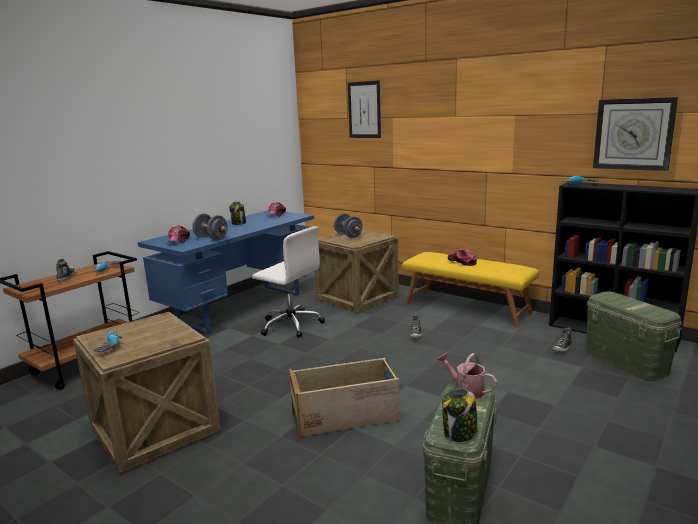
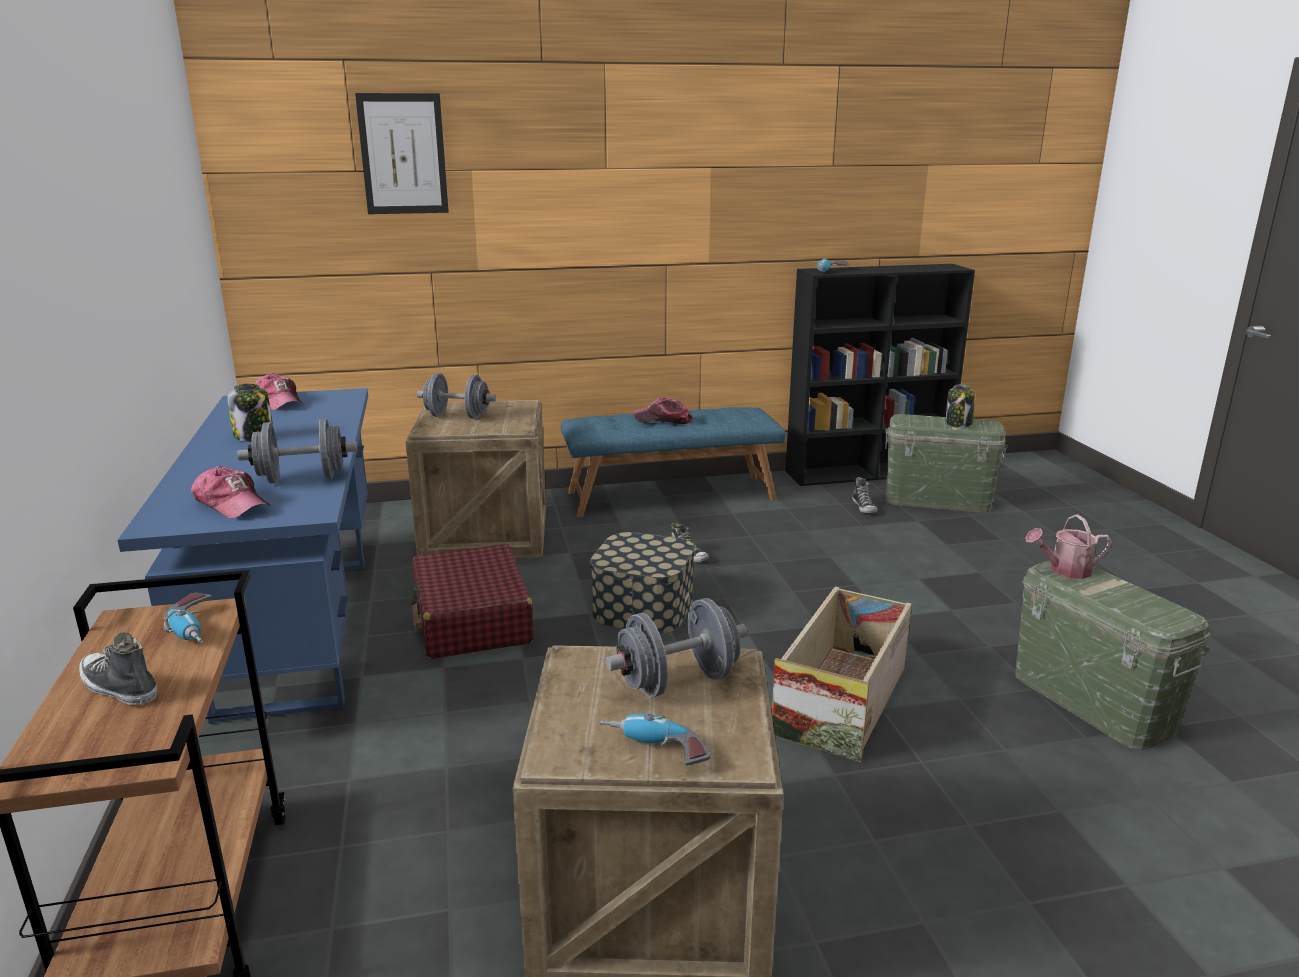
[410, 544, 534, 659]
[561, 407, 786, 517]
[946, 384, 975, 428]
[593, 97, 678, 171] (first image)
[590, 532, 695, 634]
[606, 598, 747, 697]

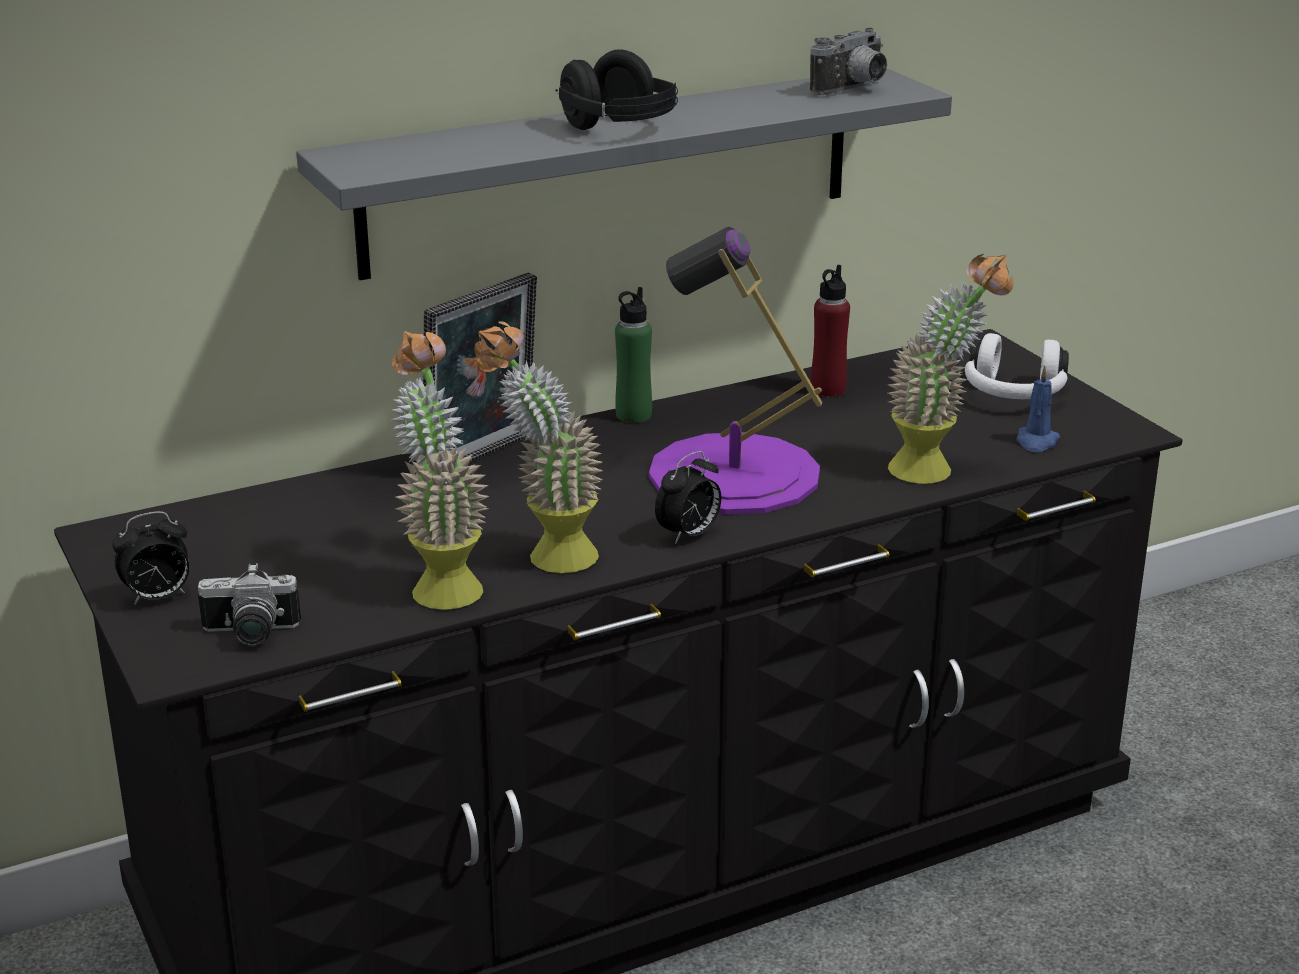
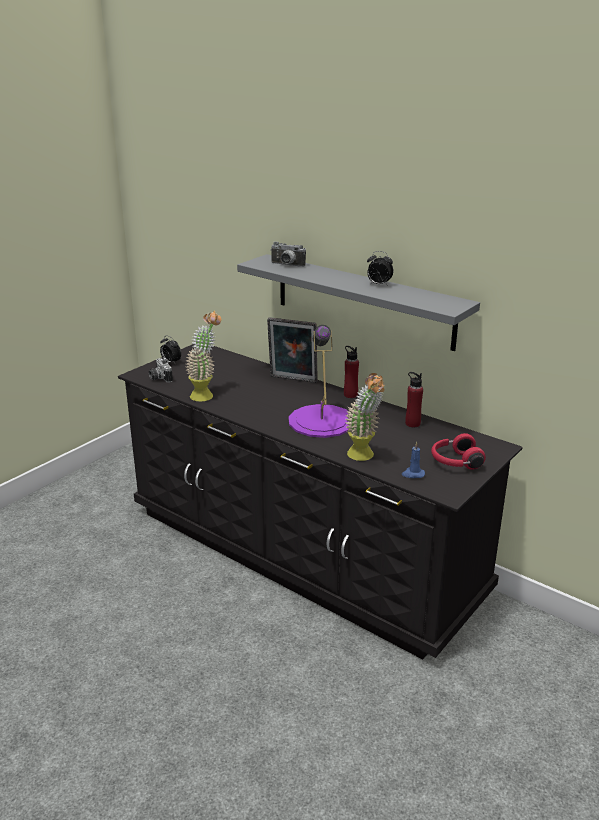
[474, 321, 603, 573] (first image)
[555, 49, 678, 130] (first image)
[344, 346, 359, 398]
[367, 251, 393, 286]
[270, 242, 306, 267]
[431, 433, 486, 470]

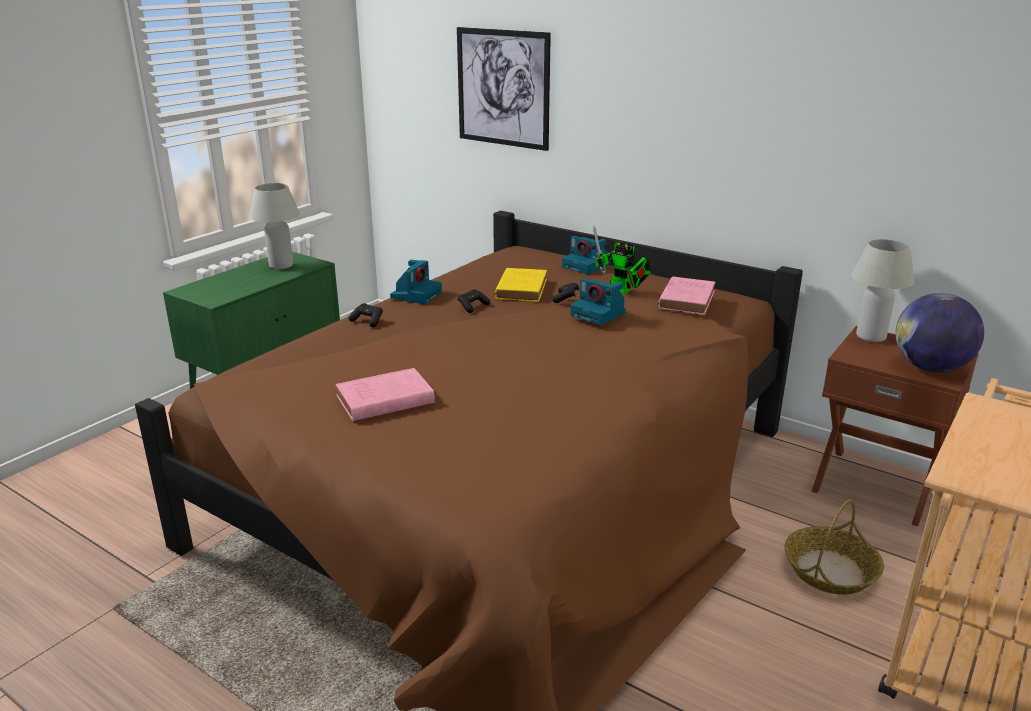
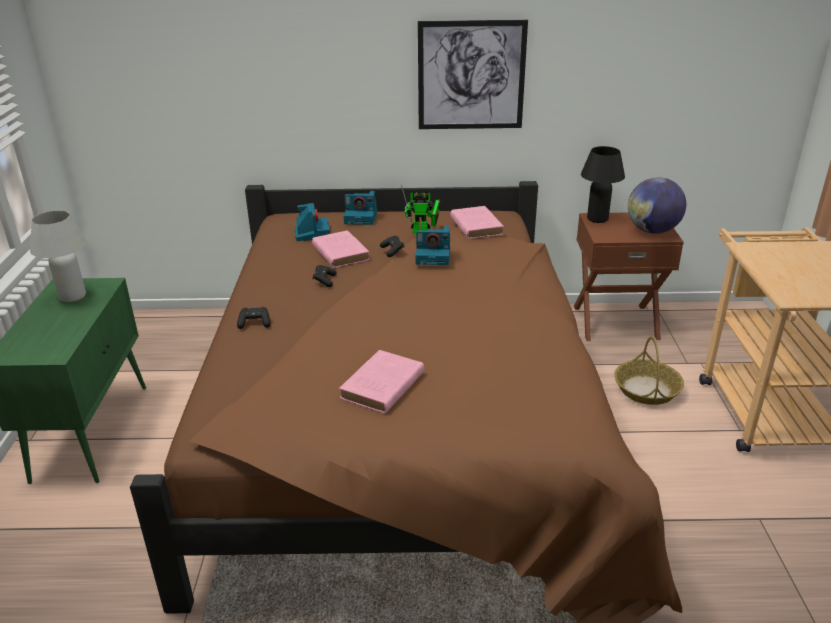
[295, 203, 330, 241]
[418, 20, 528, 129]
[312, 230, 370, 268]
[581, 146, 625, 223]

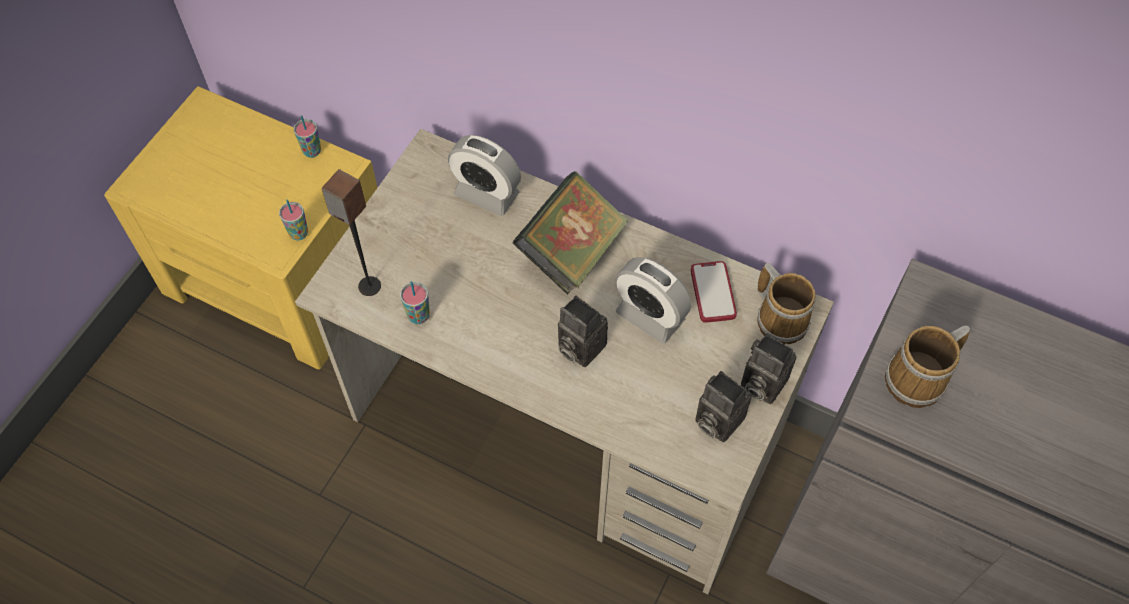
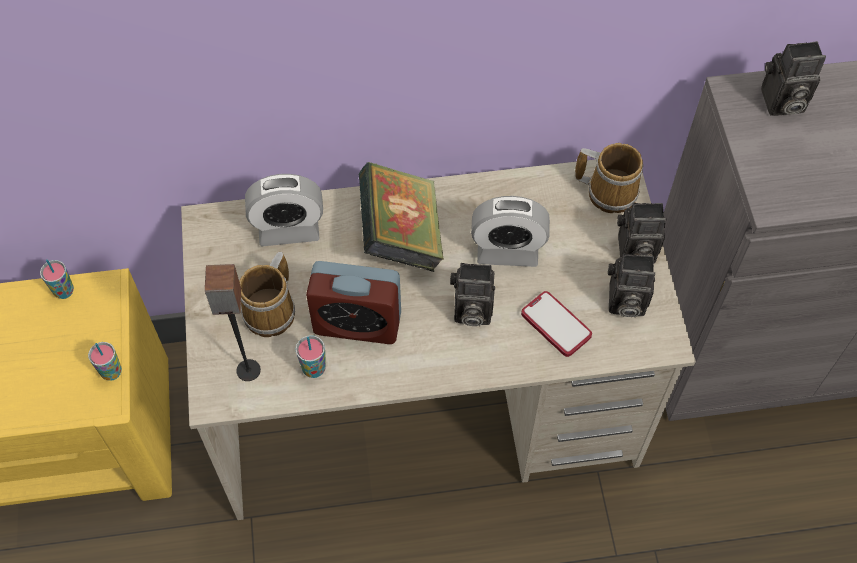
[521, 291, 592, 357]
[239, 252, 295, 337]
[306, 261, 401, 344]
[761, 41, 826, 116]

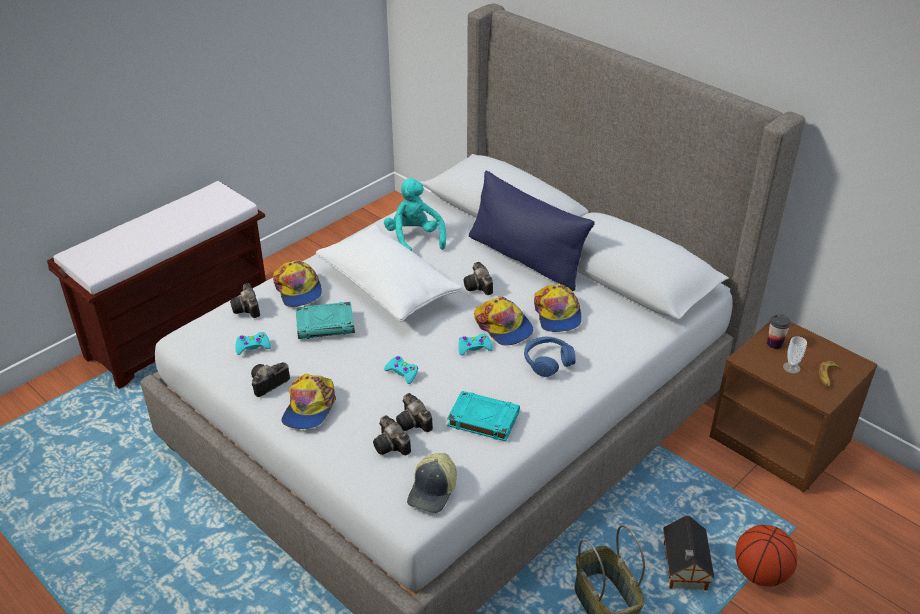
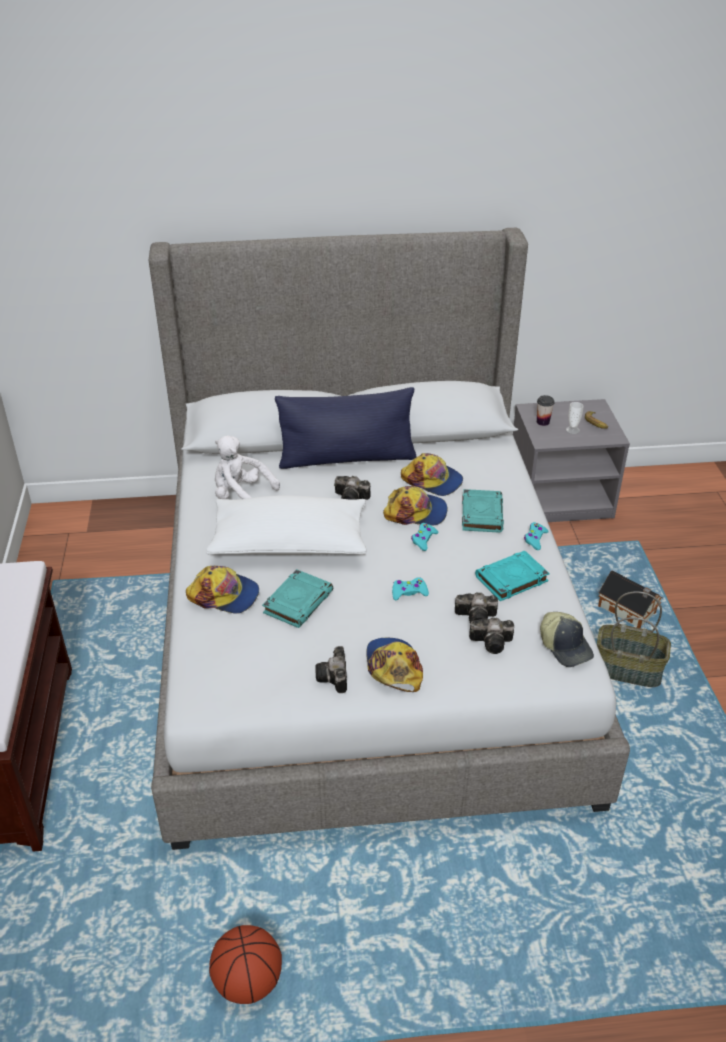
[230, 283, 260, 318] (first image)
[524, 522, 549, 550]
[366, 638, 423, 692]
[215, 436, 280, 499]
[462, 489, 504, 533]
[513, 399, 630, 522]
[209, 925, 282, 1004]

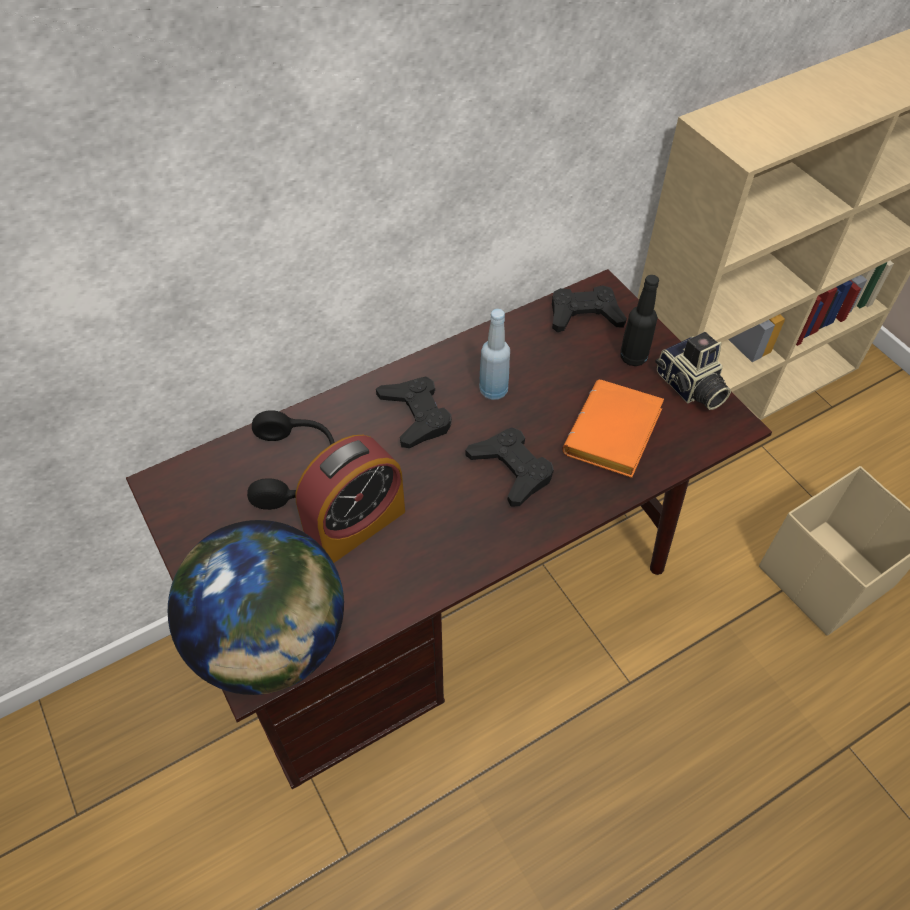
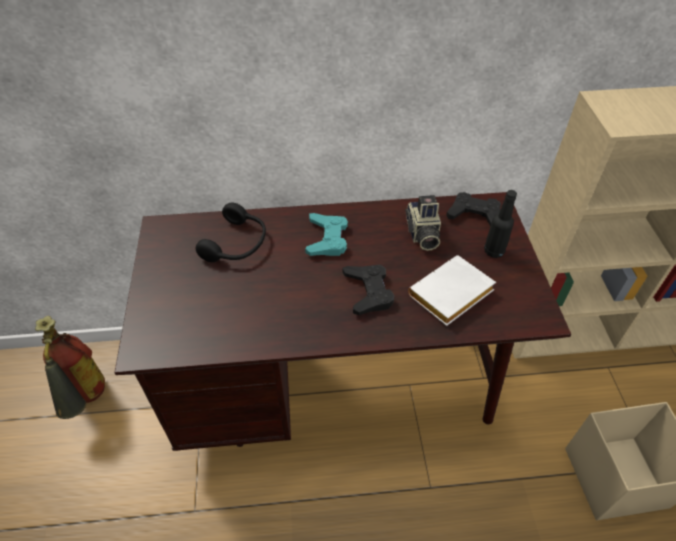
[168, 520, 344, 695] (first image)
[295, 435, 405, 563] (first image)
[305, 213, 348, 256]
[479, 309, 510, 400] (first image)
[408, 255, 496, 326]
[405, 195, 441, 251]
[35, 316, 105, 419]

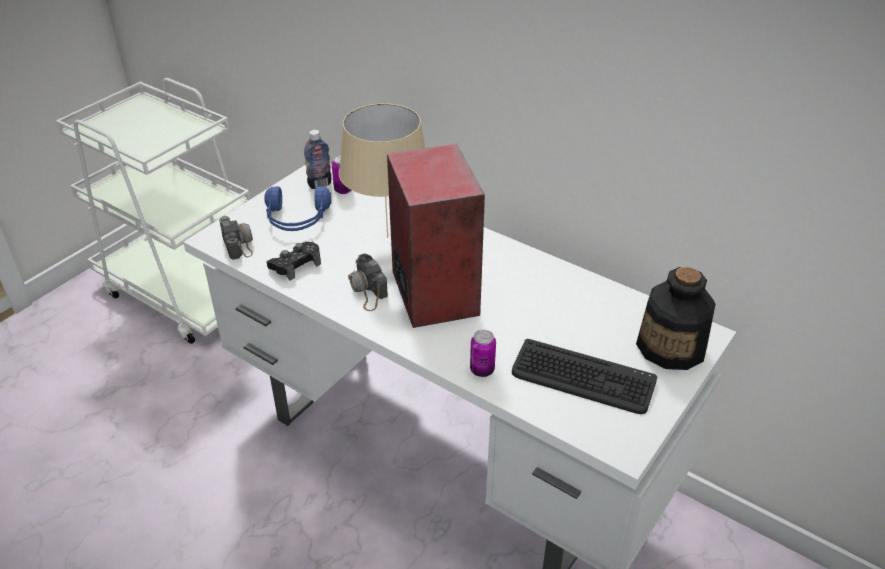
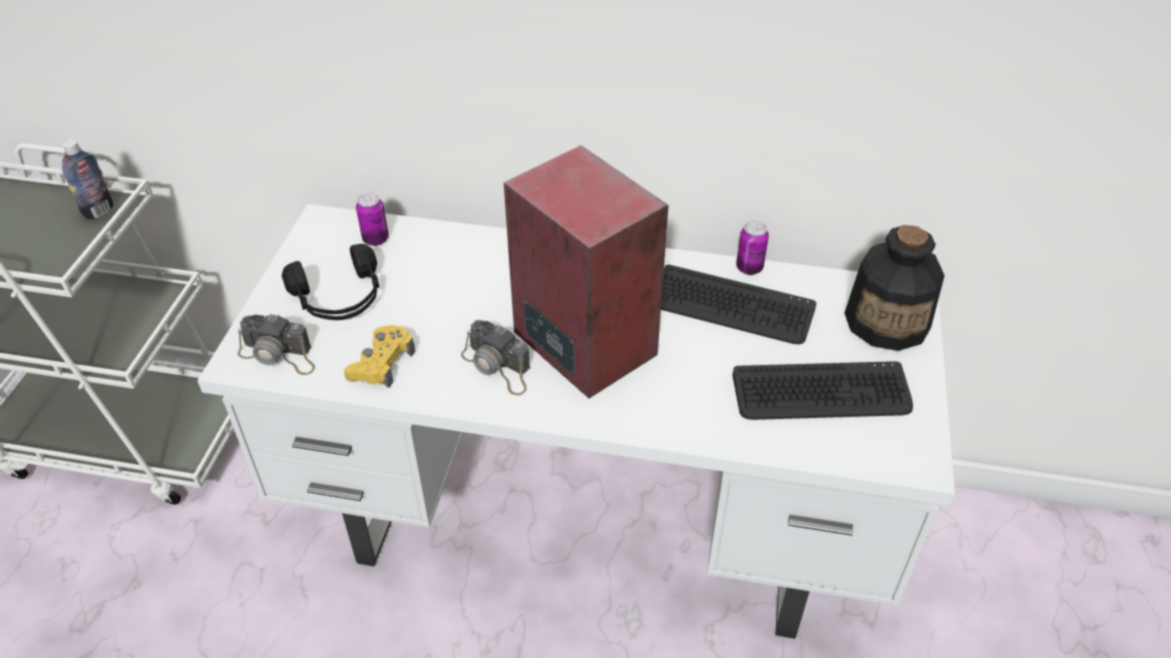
[238, 313, 315, 375]
[282, 244, 379, 320]
[344, 325, 415, 388]
[62, 140, 114, 220]
[339, 103, 425, 238] (first image)
[736, 221, 769, 275]
[661, 265, 817, 344]

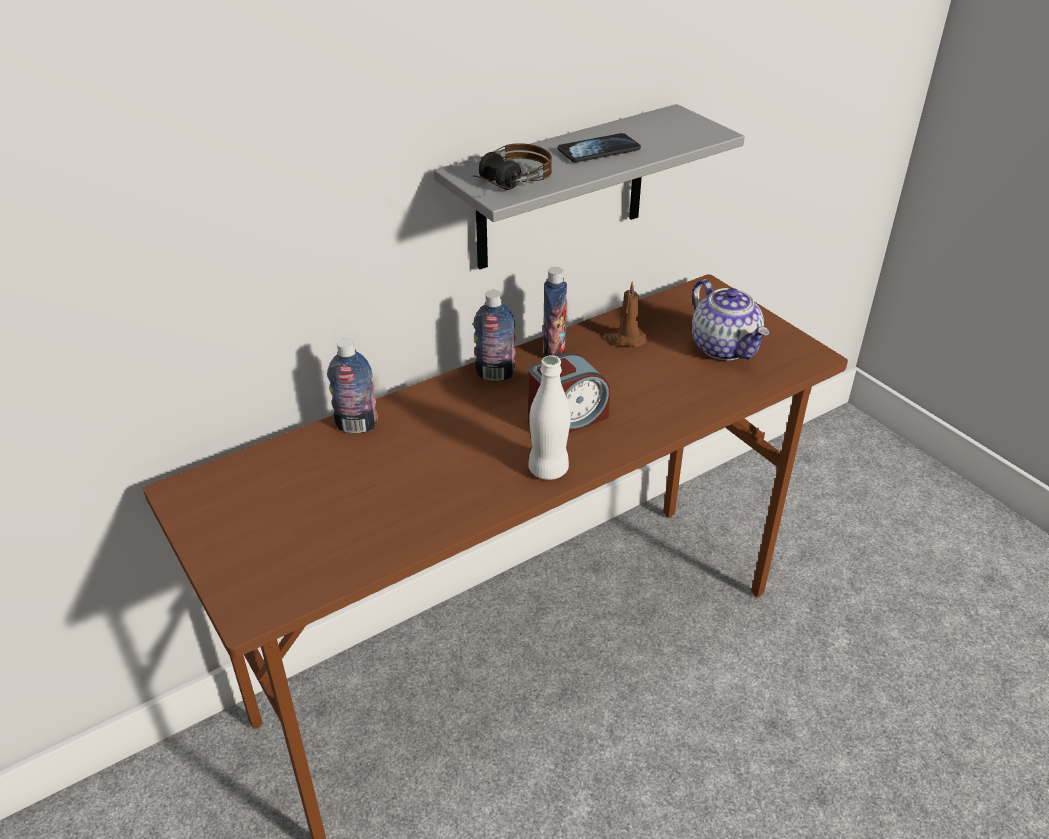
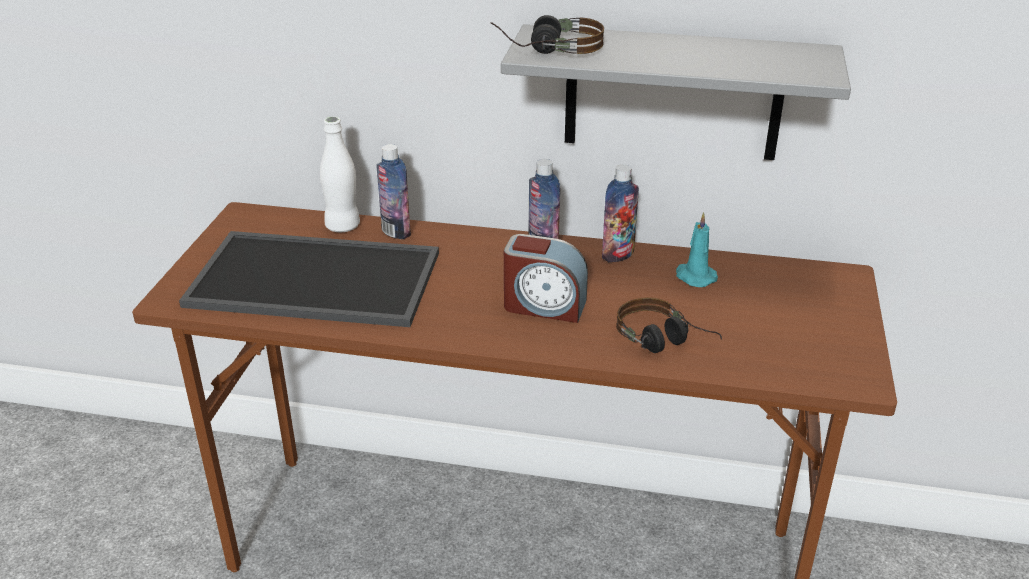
[320, 117, 360, 232]
[558, 133, 641, 162] (first image)
[676, 212, 718, 287]
[692, 279, 769, 360] (first image)
[179, 231, 439, 327]
[616, 297, 722, 353]

